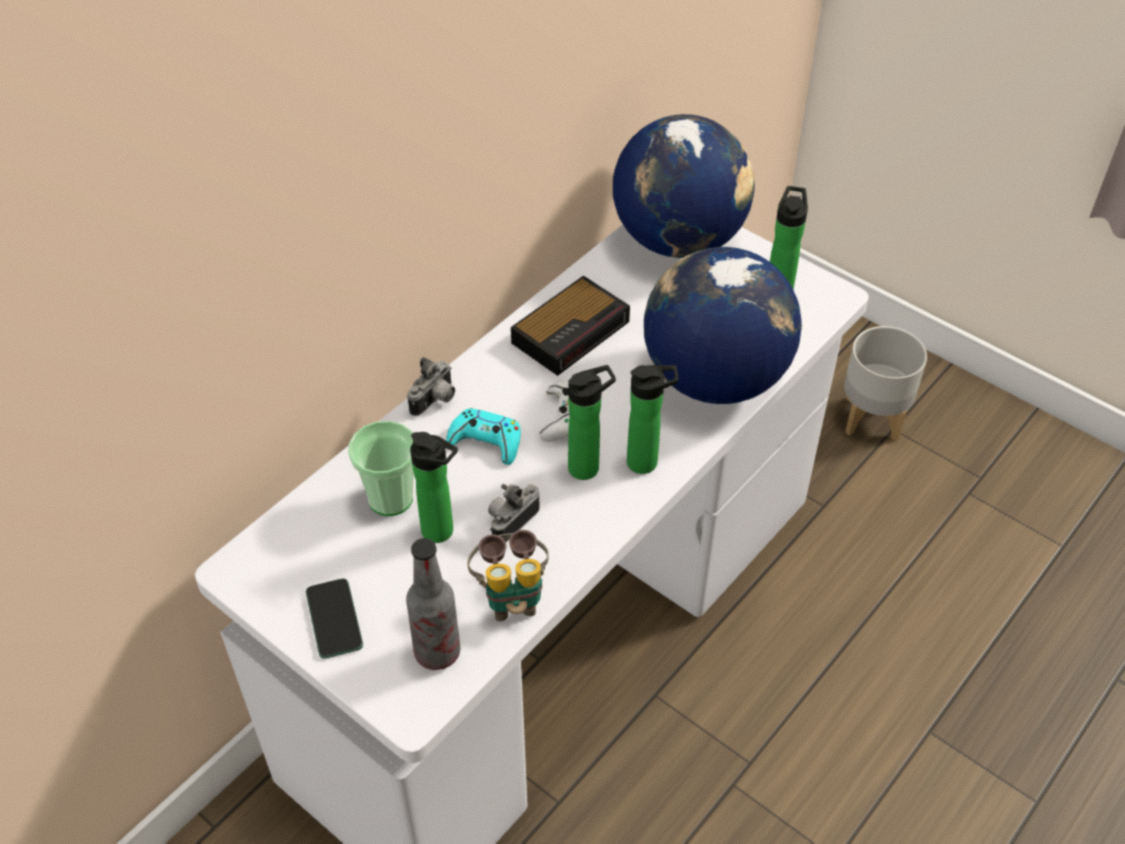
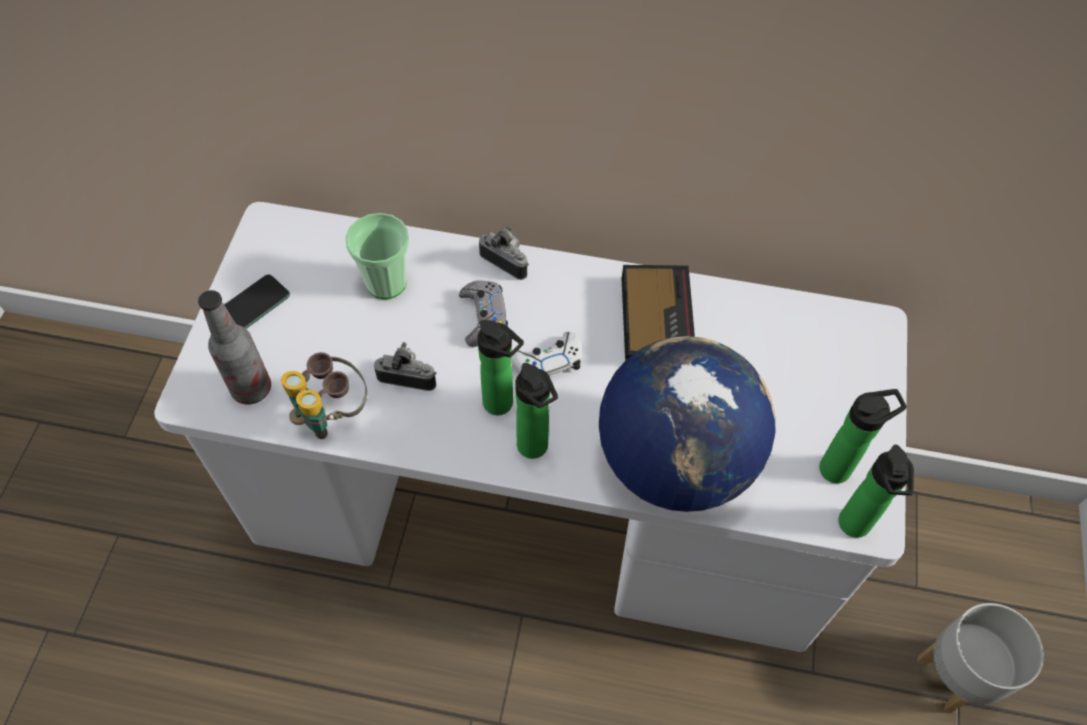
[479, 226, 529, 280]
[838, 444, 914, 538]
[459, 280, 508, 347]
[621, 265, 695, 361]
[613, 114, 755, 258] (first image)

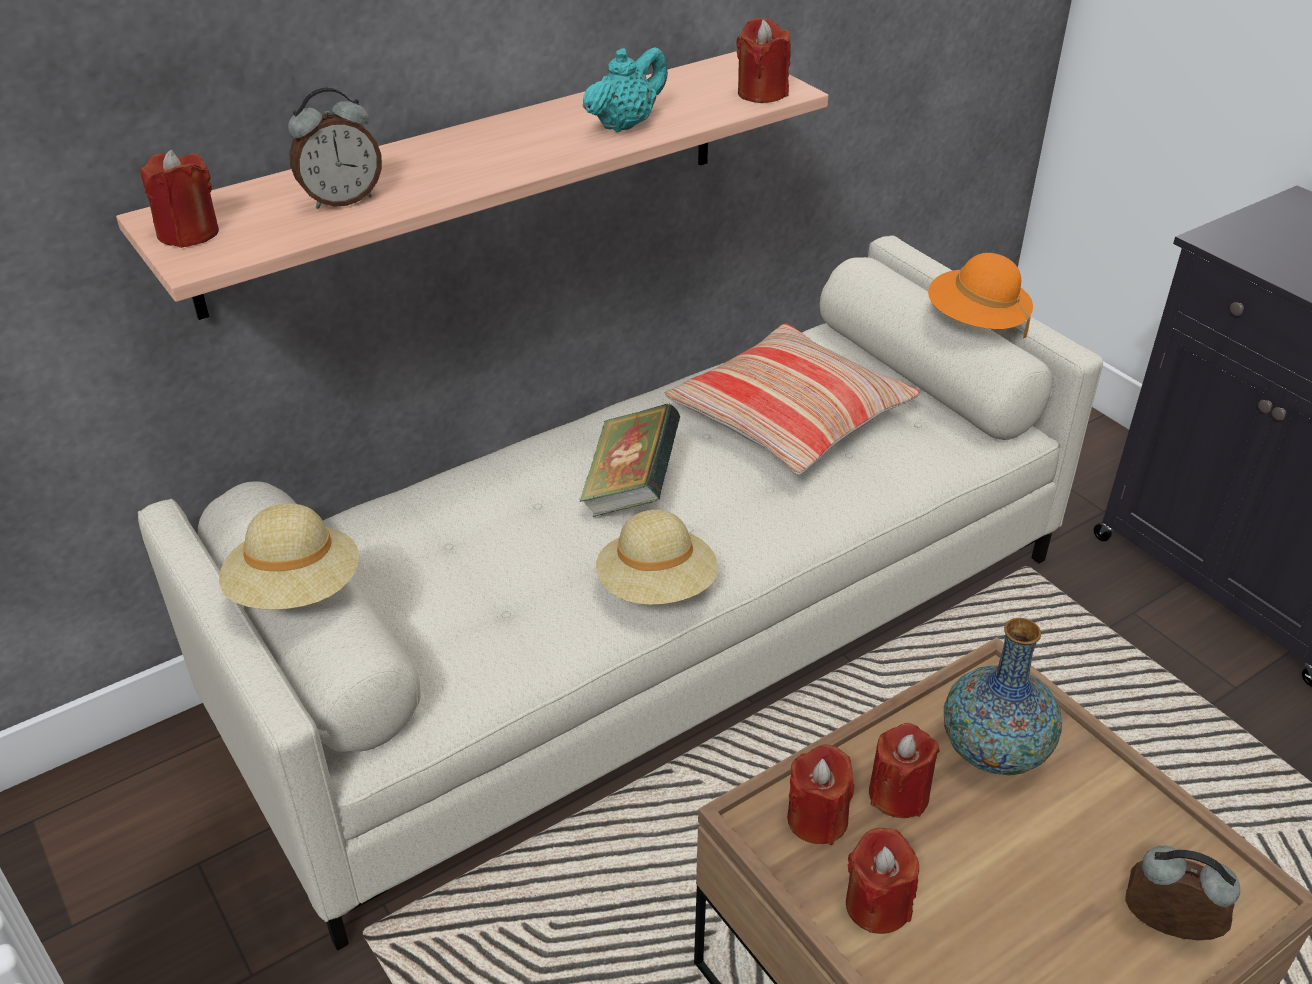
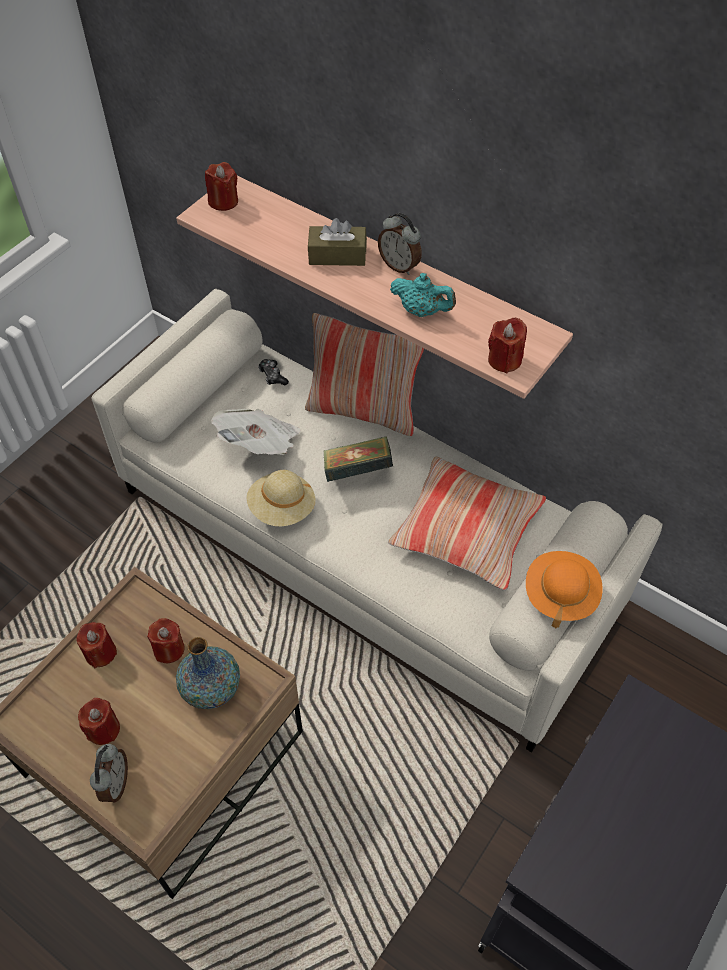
[219, 503, 359, 610] (first image)
[378, 213, 422, 275]
[78, 698, 120, 745]
[211, 409, 301, 455]
[258, 359, 289, 385]
[305, 313, 424, 436]
[308, 218, 367, 266]

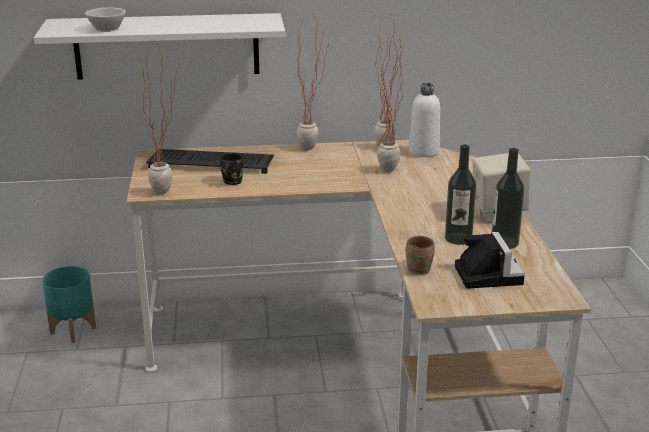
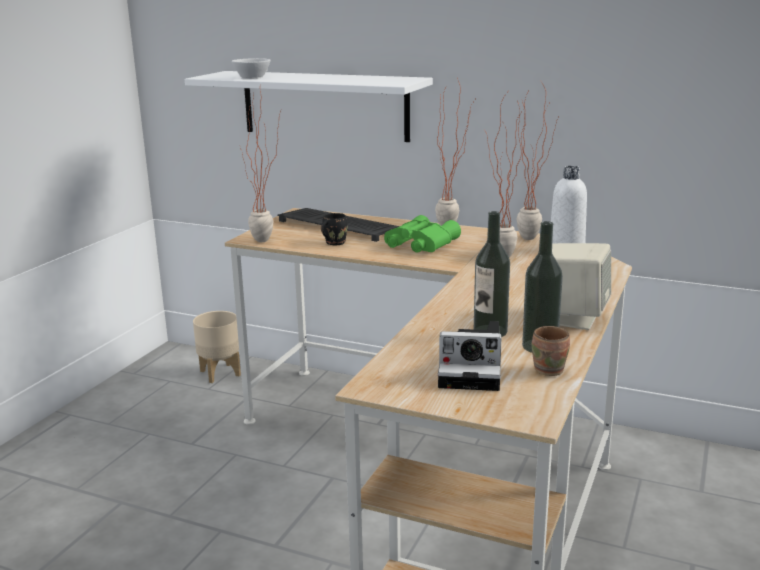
[193, 311, 241, 383]
[532, 326, 570, 376]
[438, 321, 502, 391]
[384, 215, 461, 253]

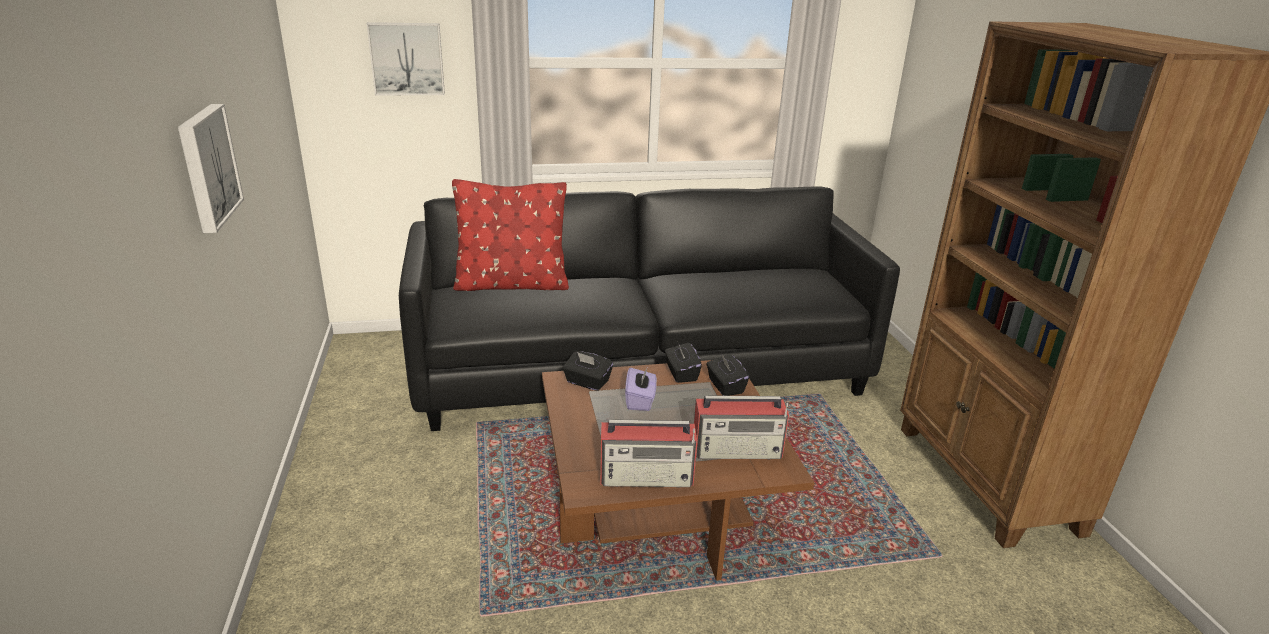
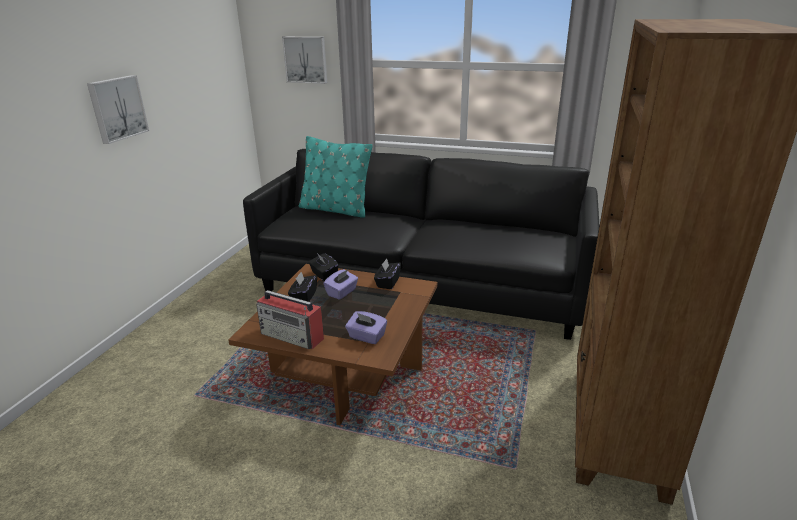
[299, 136, 373, 218]
[345, 311, 387, 344]
[288, 272, 317, 302]

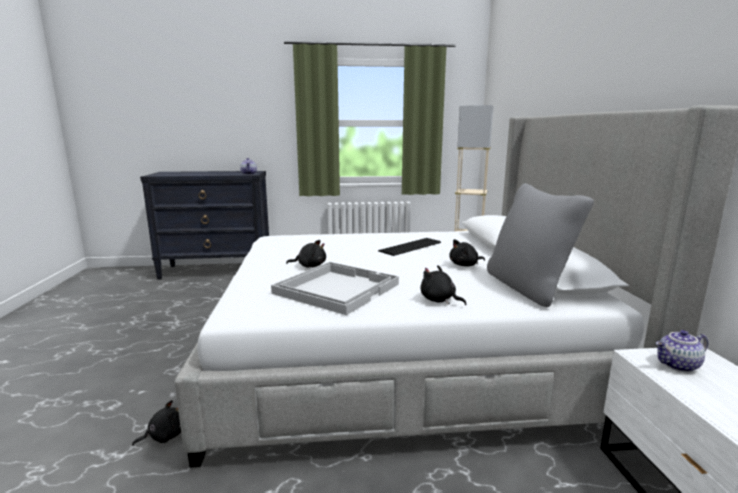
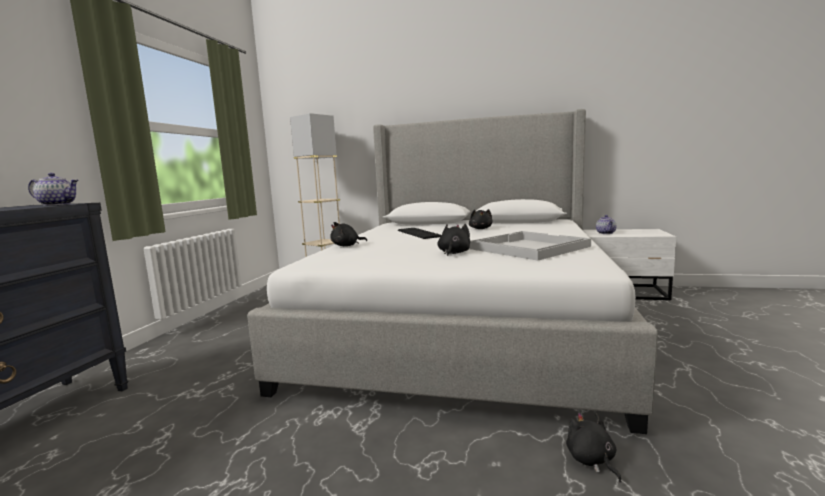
[330, 222, 367, 246]
[487, 183, 594, 307] (first image)

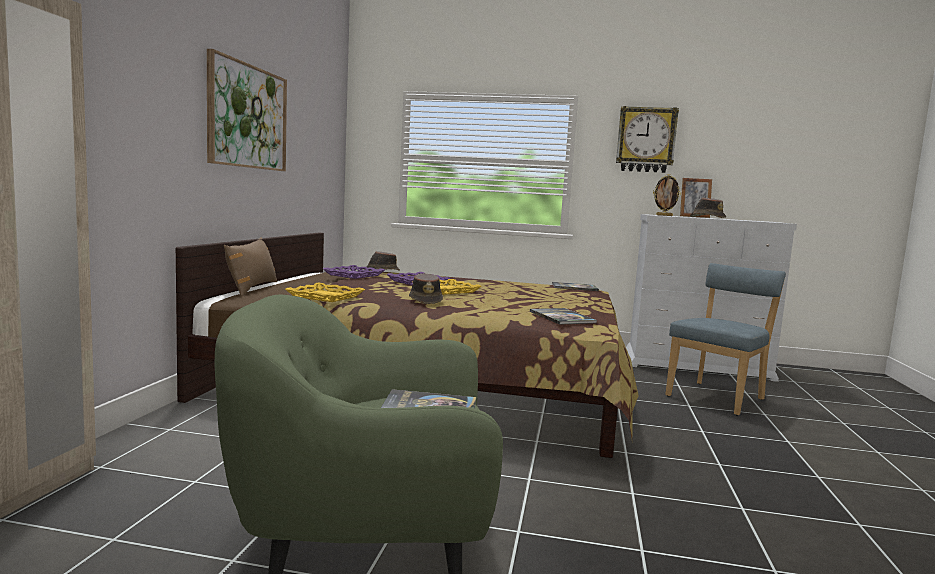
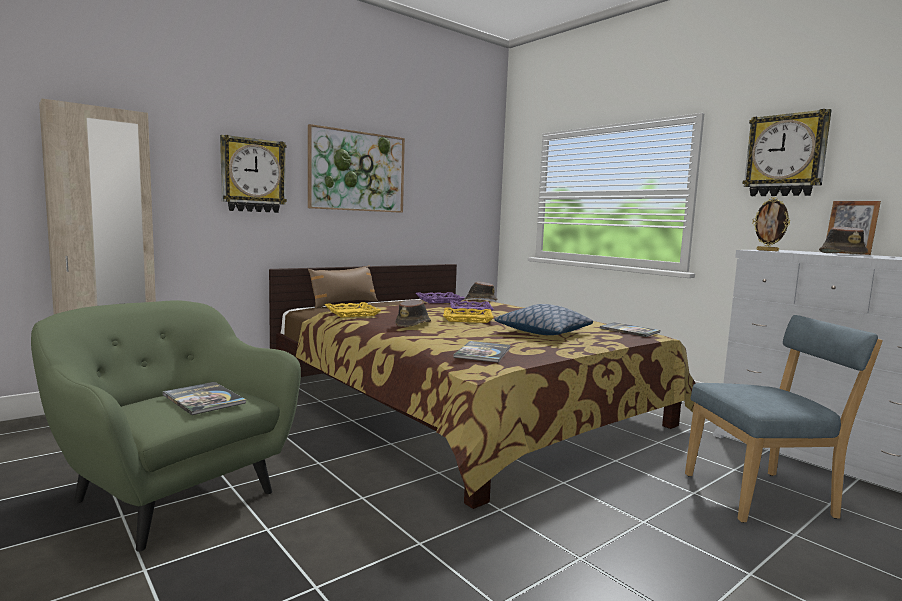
[220, 135, 287, 213]
[495, 304, 593, 335]

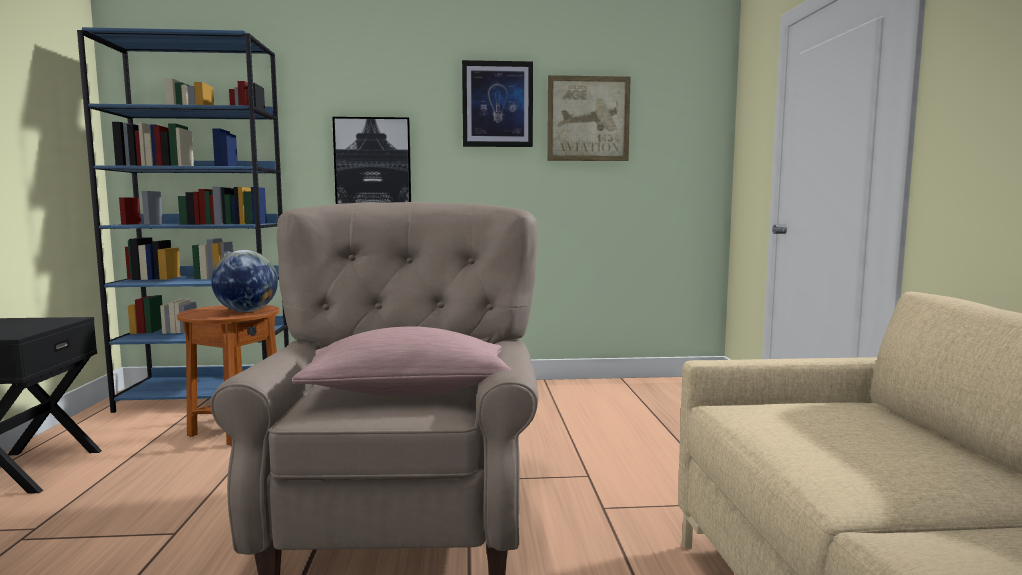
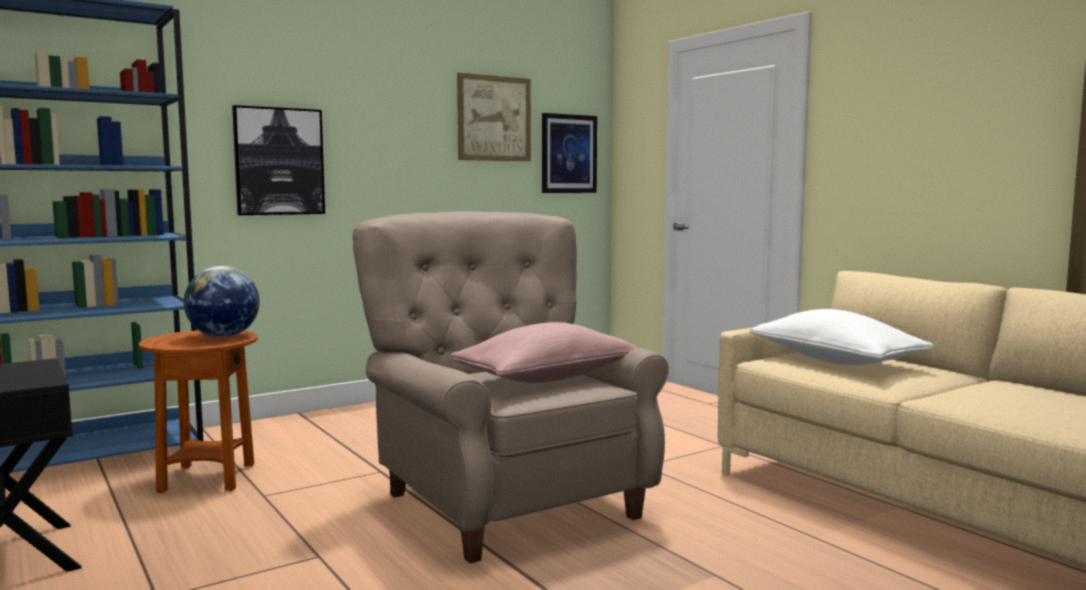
[542, 113, 597, 193]
[749, 309, 934, 365]

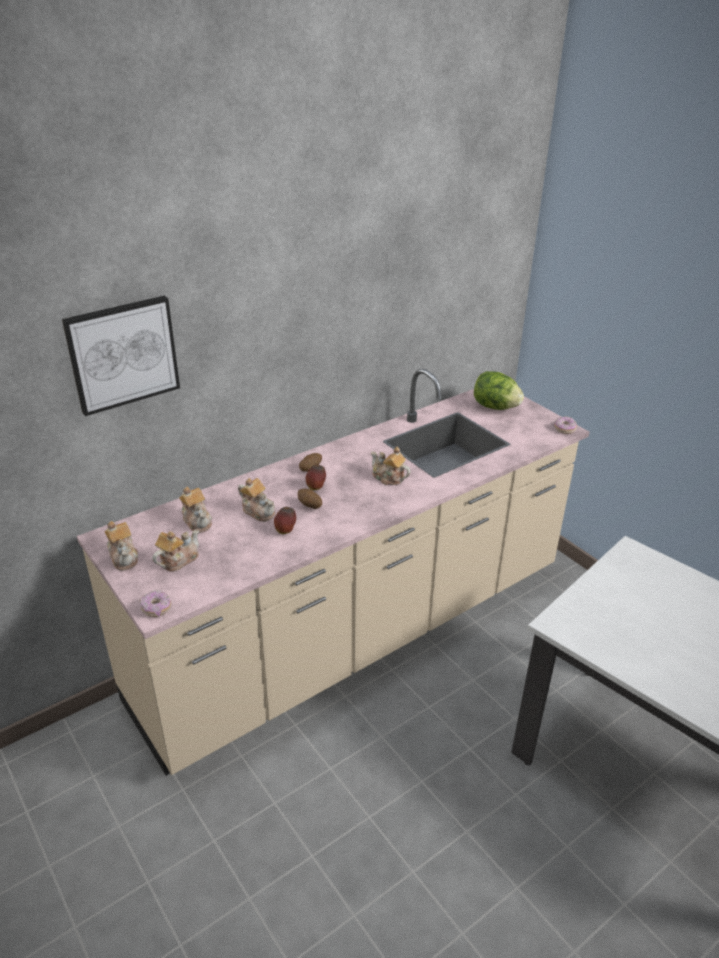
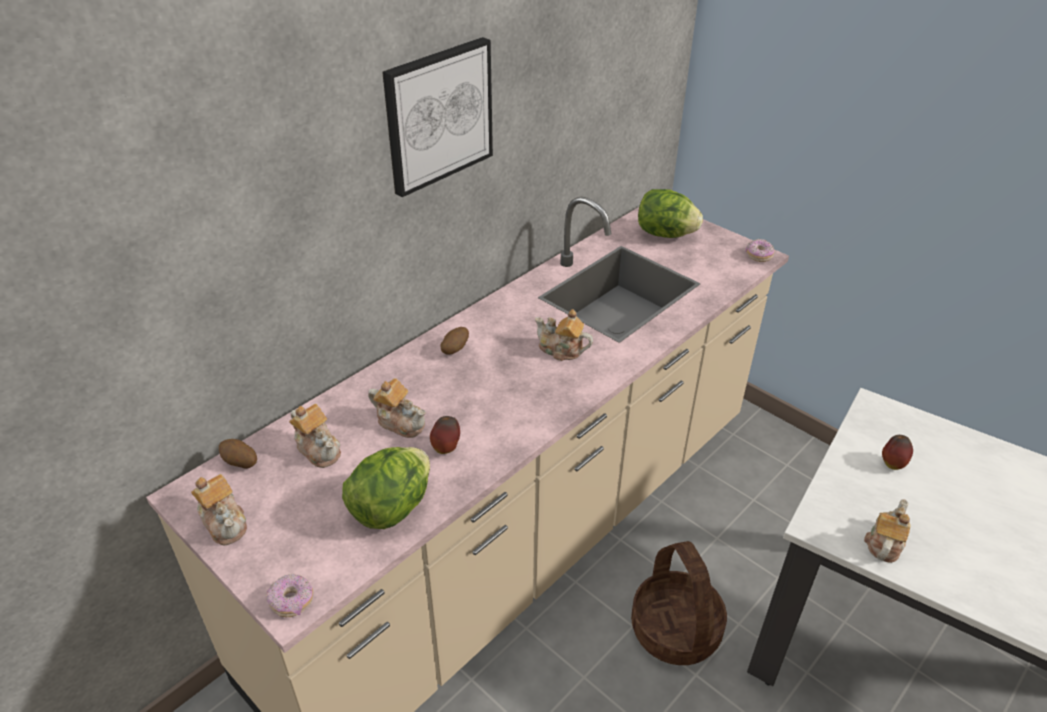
[382, 37, 493, 197]
[864, 500, 911, 563]
[219, 439, 257, 469]
[882, 435, 913, 470]
[342, 447, 430, 529]
[631, 541, 727, 665]

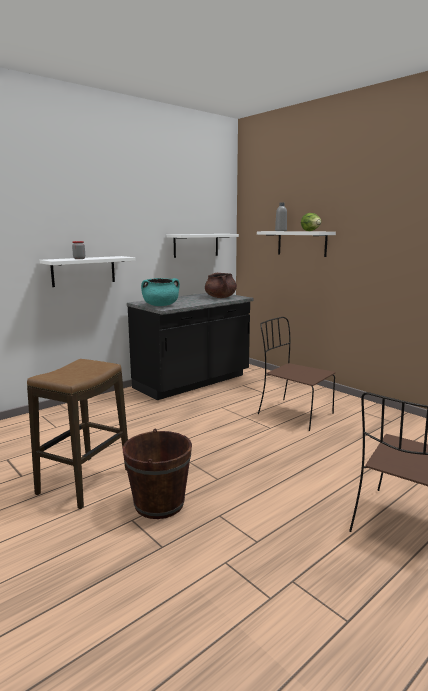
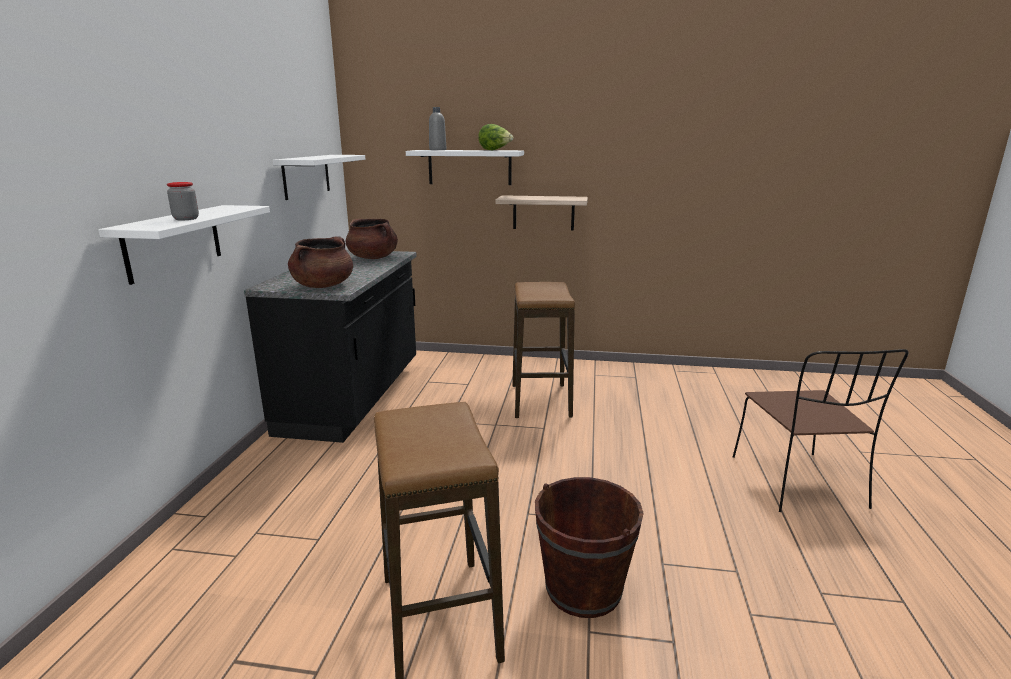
[288, 236, 353, 288]
[512, 282, 575, 418]
[495, 195, 588, 230]

